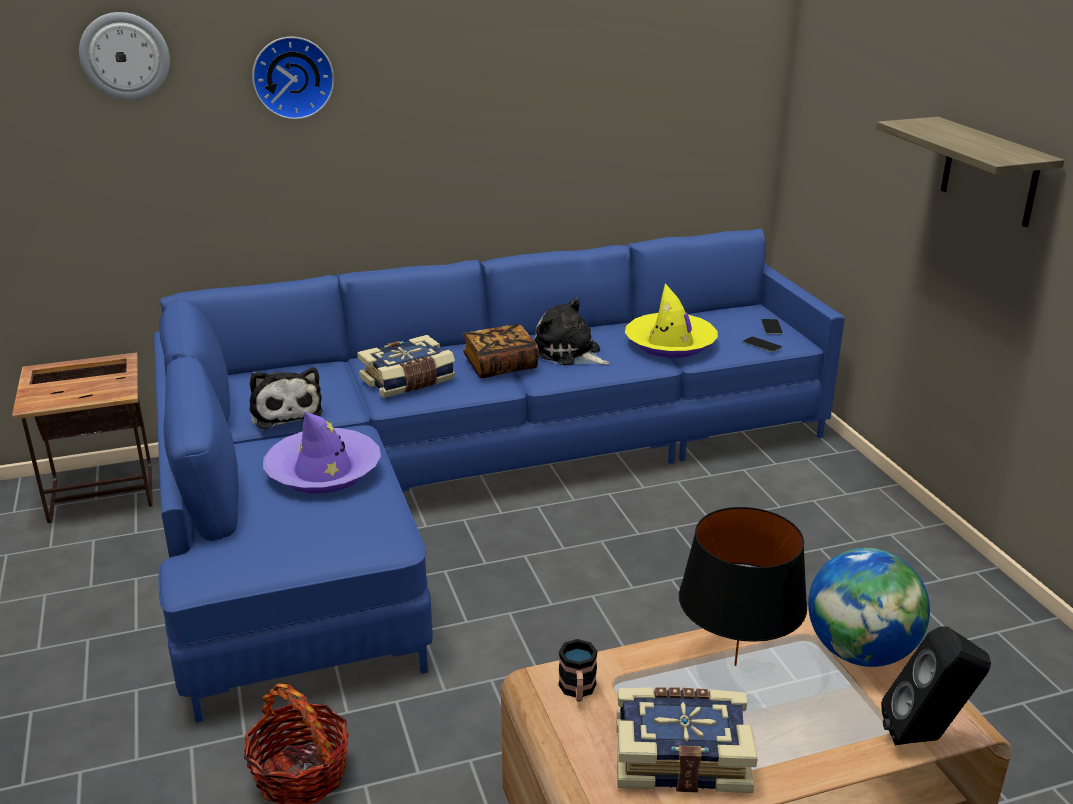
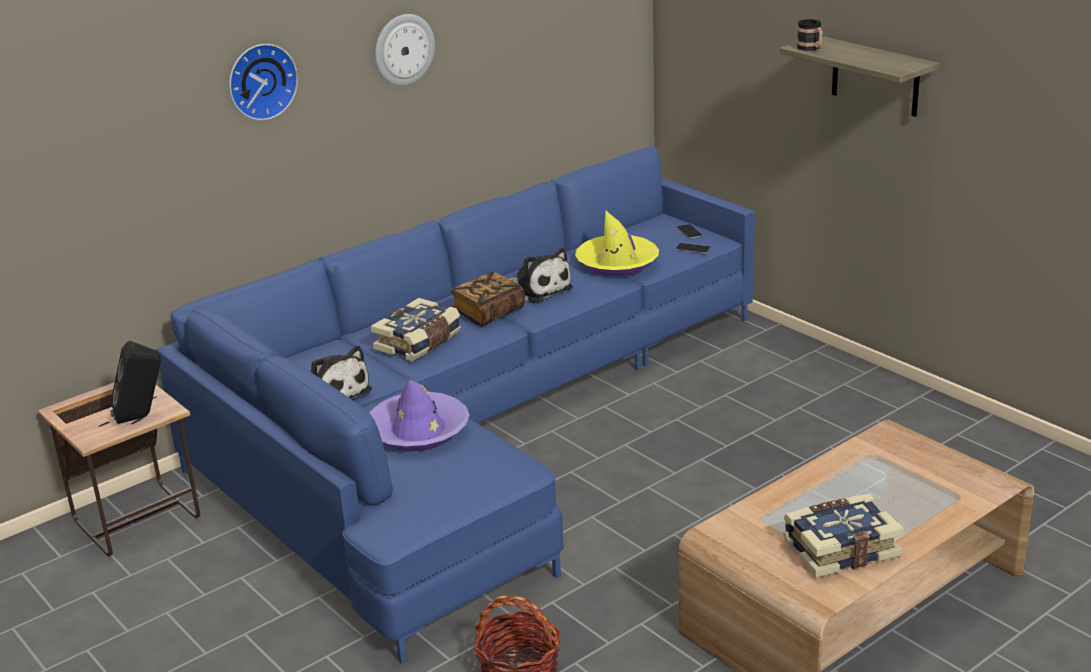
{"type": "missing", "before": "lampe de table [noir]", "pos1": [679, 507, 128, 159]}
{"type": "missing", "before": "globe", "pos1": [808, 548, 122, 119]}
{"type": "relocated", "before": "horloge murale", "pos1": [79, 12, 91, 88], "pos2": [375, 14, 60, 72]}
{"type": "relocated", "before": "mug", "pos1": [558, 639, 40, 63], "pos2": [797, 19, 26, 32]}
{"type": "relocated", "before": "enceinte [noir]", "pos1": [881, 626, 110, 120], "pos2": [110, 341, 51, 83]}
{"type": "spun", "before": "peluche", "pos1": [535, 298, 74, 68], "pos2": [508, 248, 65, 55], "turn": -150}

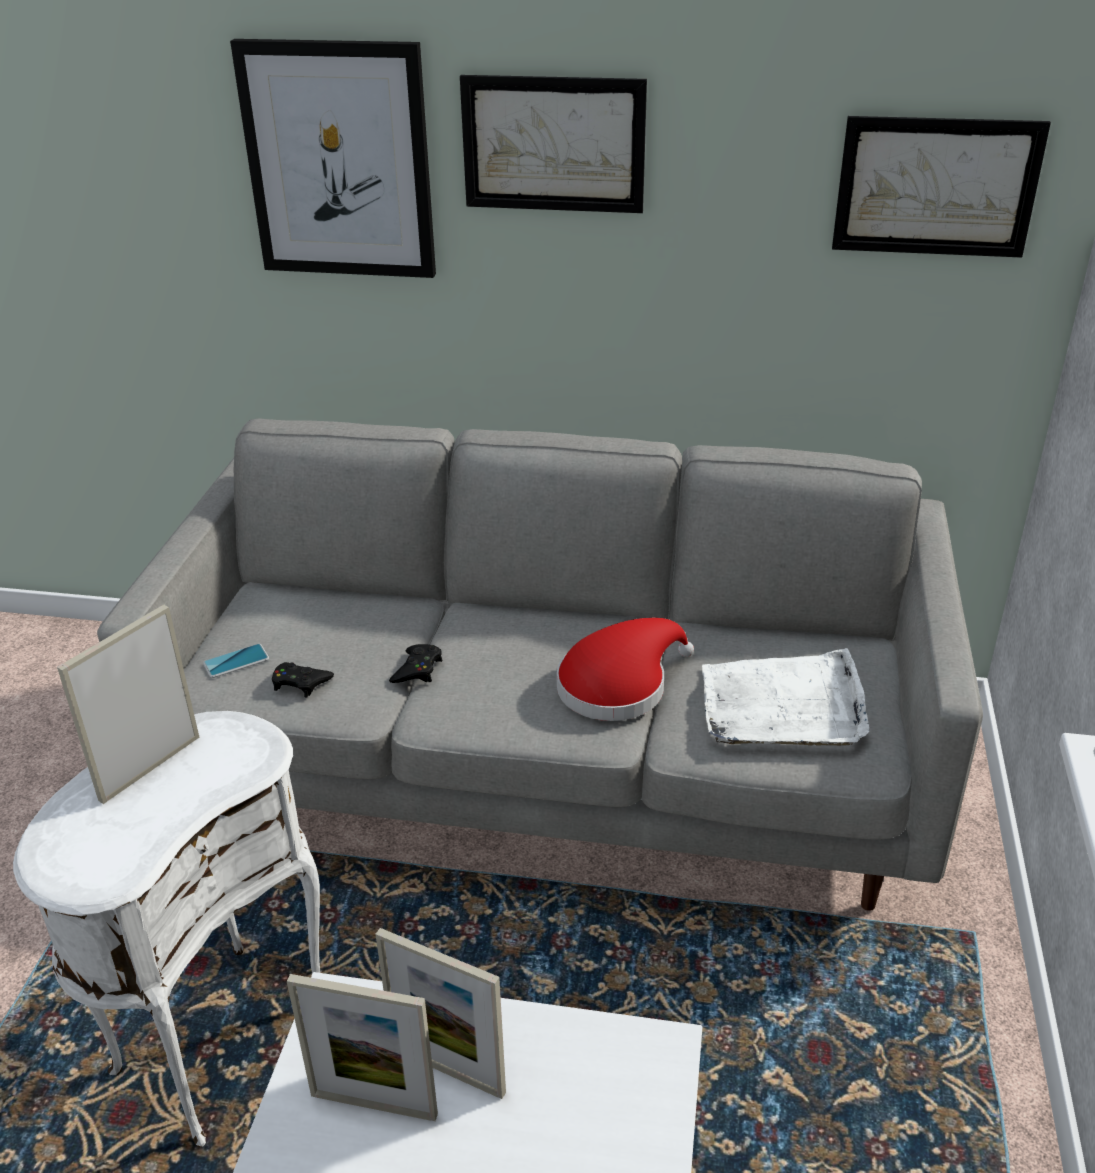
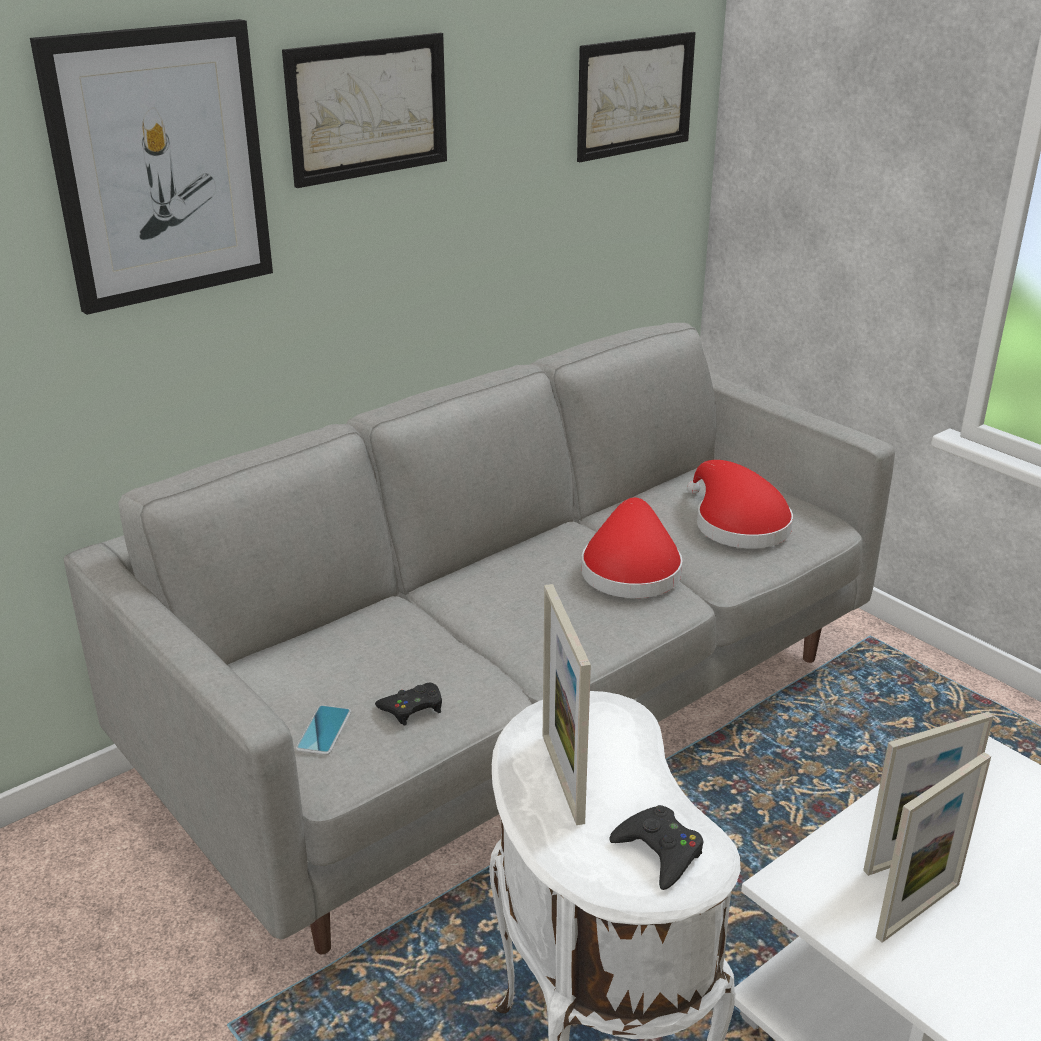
{"type": "relocated", "before": "manette [noir]", "pos1": [389, 644, 53, 39], "pos2": [609, 805, 94, 85]}
{"type": "exchanged", "before": "plateau [blanc]", "after": "chapeau [rouge]", "pos1": [702, 648, 167, 98], "pos2": [687, 460, 106, 88]}

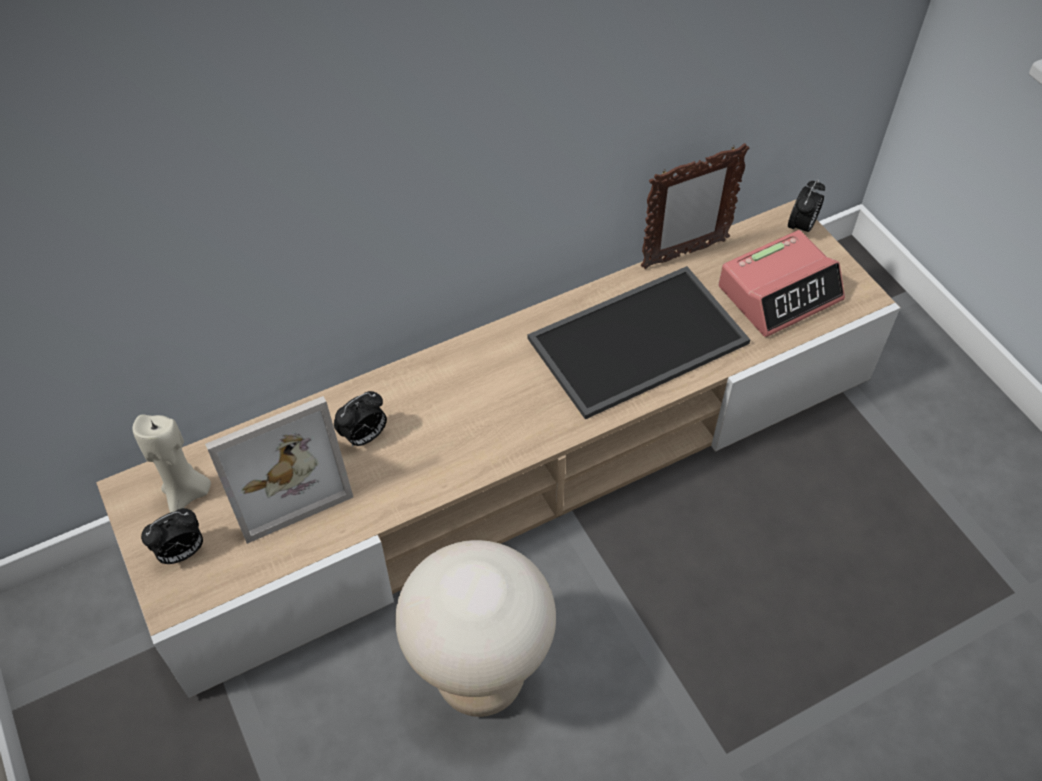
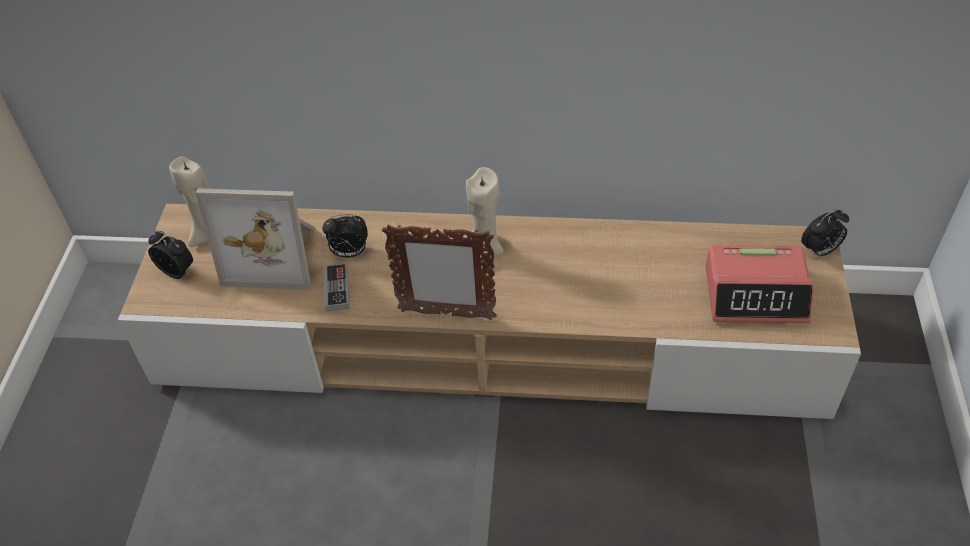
{"type": "missing", "before": "tabouret [beige]", "pos1": [395, 540, 161, 177]}
{"type": "missing", "before": "plateau", "pos1": [528, 266, 222, 154]}
{"type": "appeared", "after": "manette", "pos2": [323, 263, 26, 49]}
{"type": "appeared", "after": "bougie [beige]", "pos2": [466, 167, 38, 100]}
{"type": "relocated", "before": "cadre photo", "pos1": [641, 143, 108, 126], "pos2": [382, 225, 115, 95]}
{"type": "spun", "before": "réveil", "pos1": [141, 508, 62, 56], "pos2": [148, 230, 45, 49], "turn": -150}

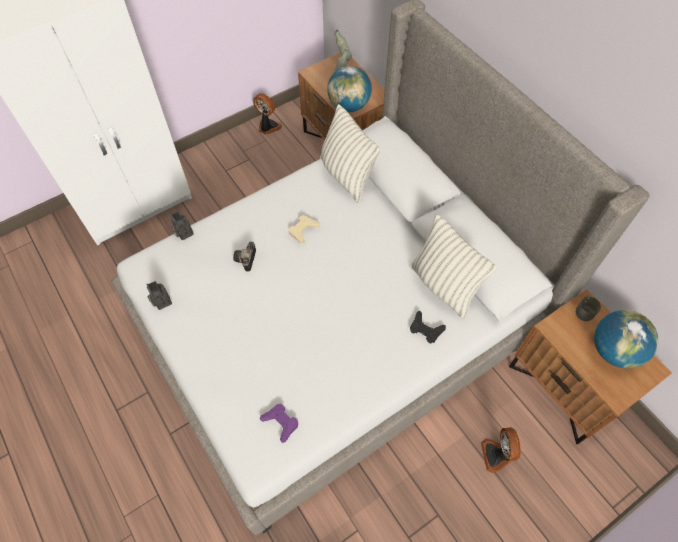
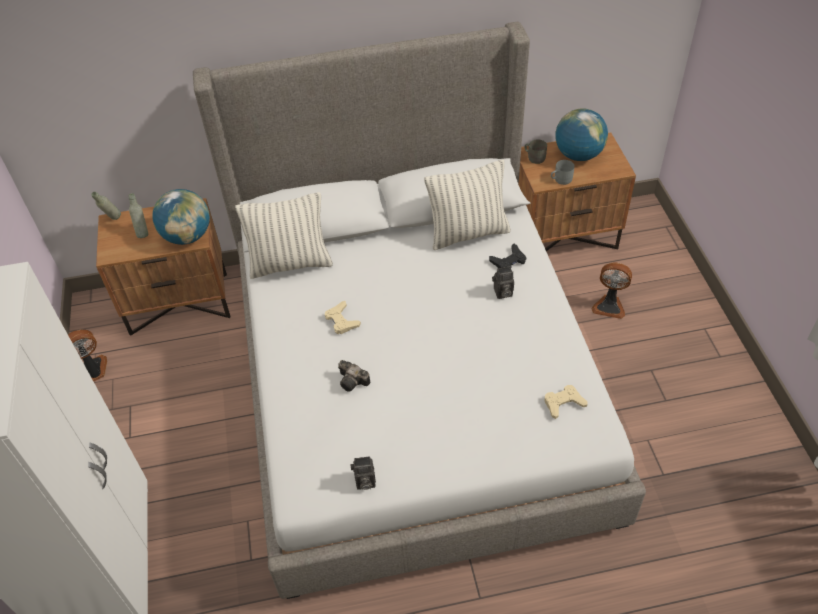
{"type": "appeared", "after": "mug [gris]", "pos2": [551, 160, 24, 25]}
{"type": "relocated", "before": "appareil photo", "pos1": [170, 212, 24, 28], "pos2": [492, 266, 22, 33]}
{"type": "colour", "before": "manette [violet]", "after": "manette [beige]", "pos1": [260, 403, 38, 40], "pos2": [545, 385, 43, 34]}

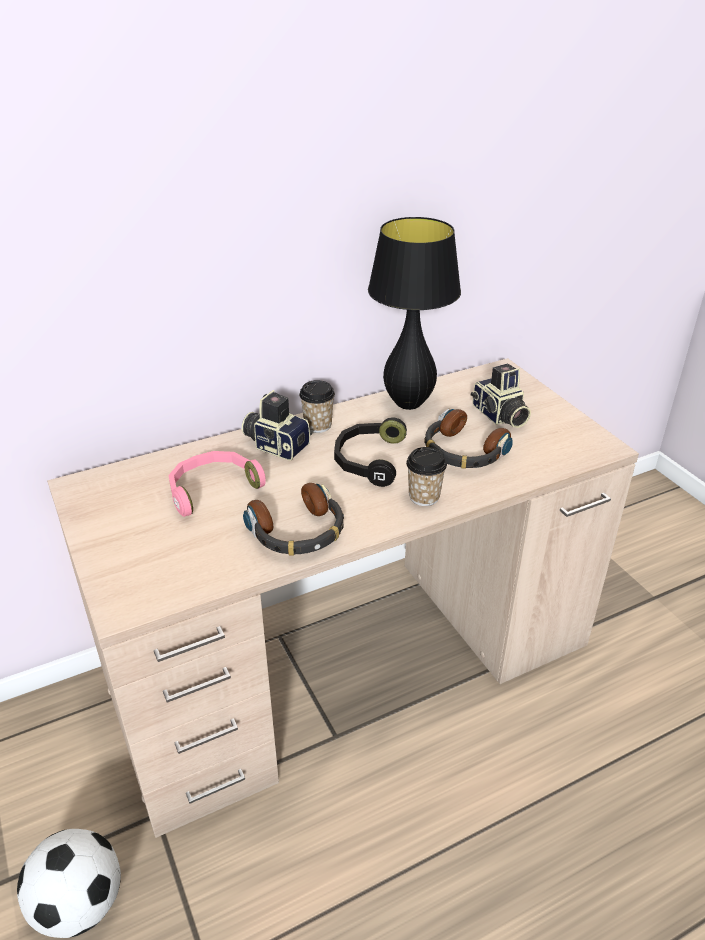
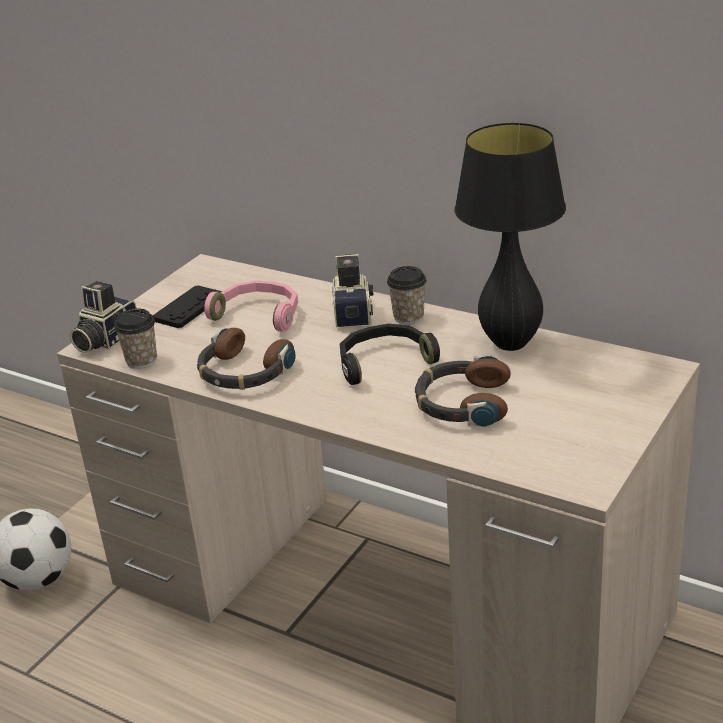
{"type": "appeared", "after": "manette [noir]", "pos2": [152, 285, 70, 43]}
{"type": "relocated", "before": "tasse", "pos1": [406, 447, 41, 59], "pos2": [114, 308, 43, 61]}
{"type": "relocated", "before": "appareil photo", "pos1": [471, 363, 60, 65], "pos2": [70, 281, 67, 72]}

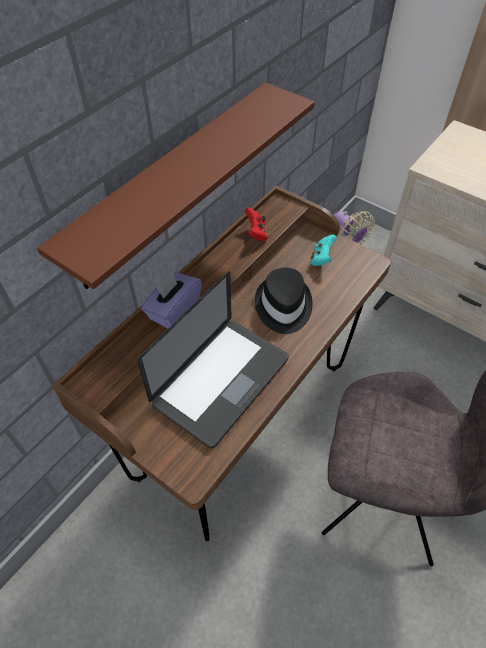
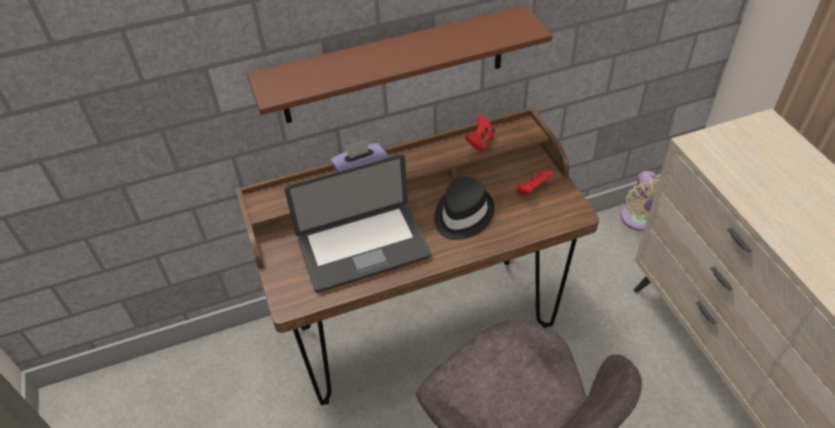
{"type": "colour", "before": "manette [turquoise]", "after": "manette [rouge]", "pos1": [310, 234, 26, 32], "pos2": [516, 171, 37, 24]}

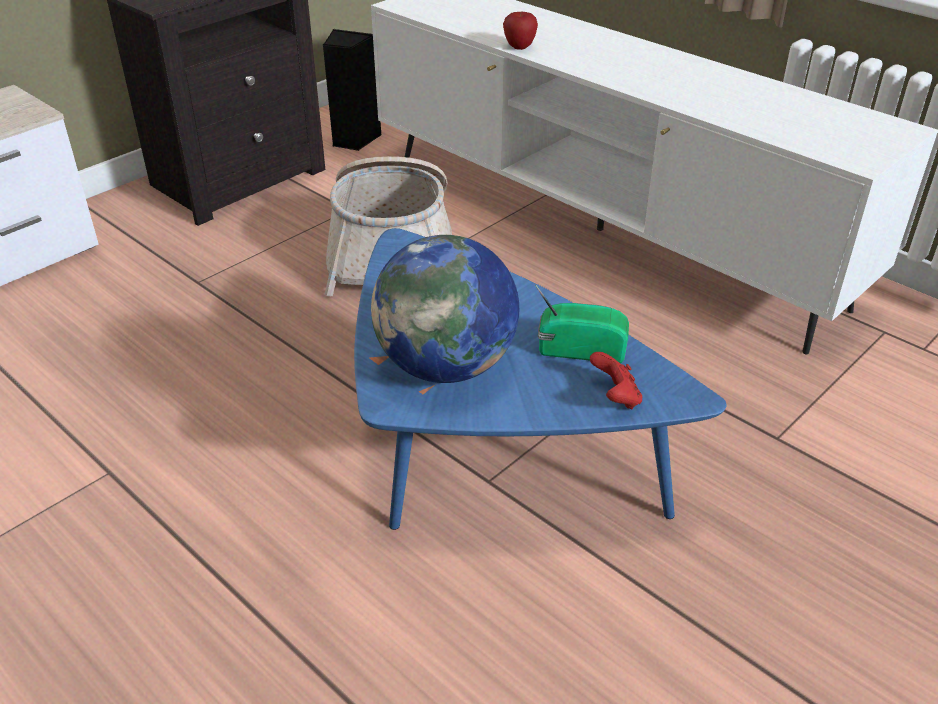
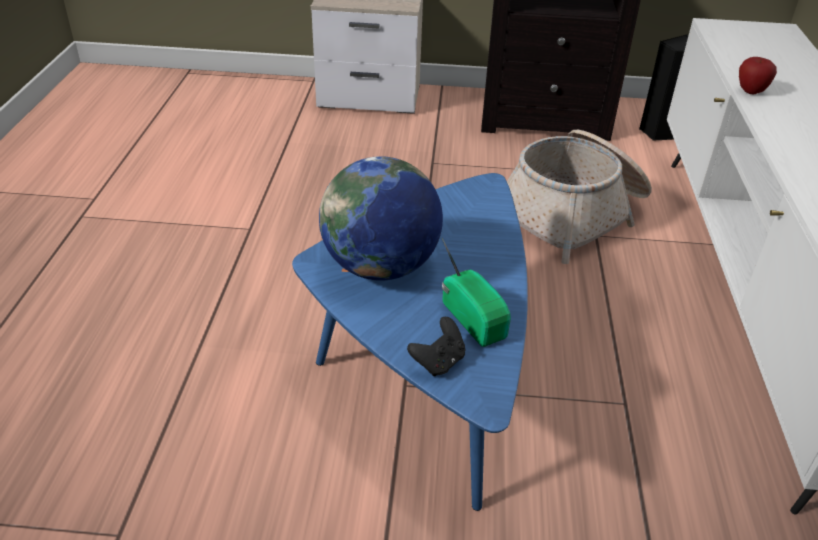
{"type": "colour", "before": "manette [rouge]", "after": "manette [noir]", "pos1": [590, 352, 52, 57], "pos2": [407, 317, 58, 60]}

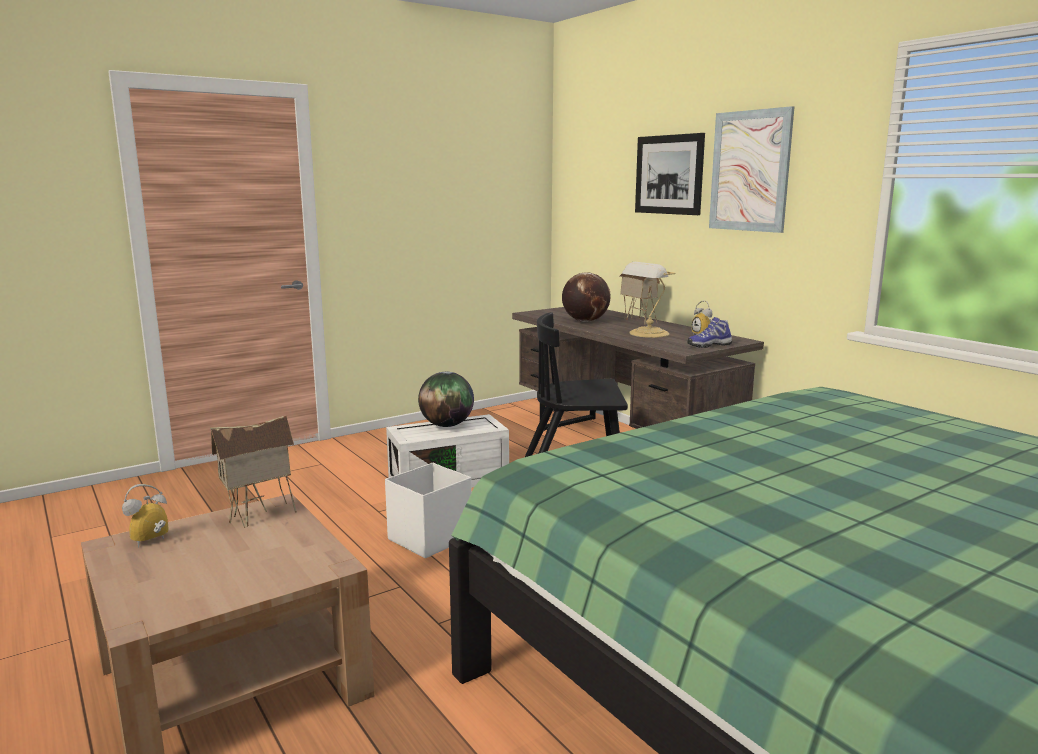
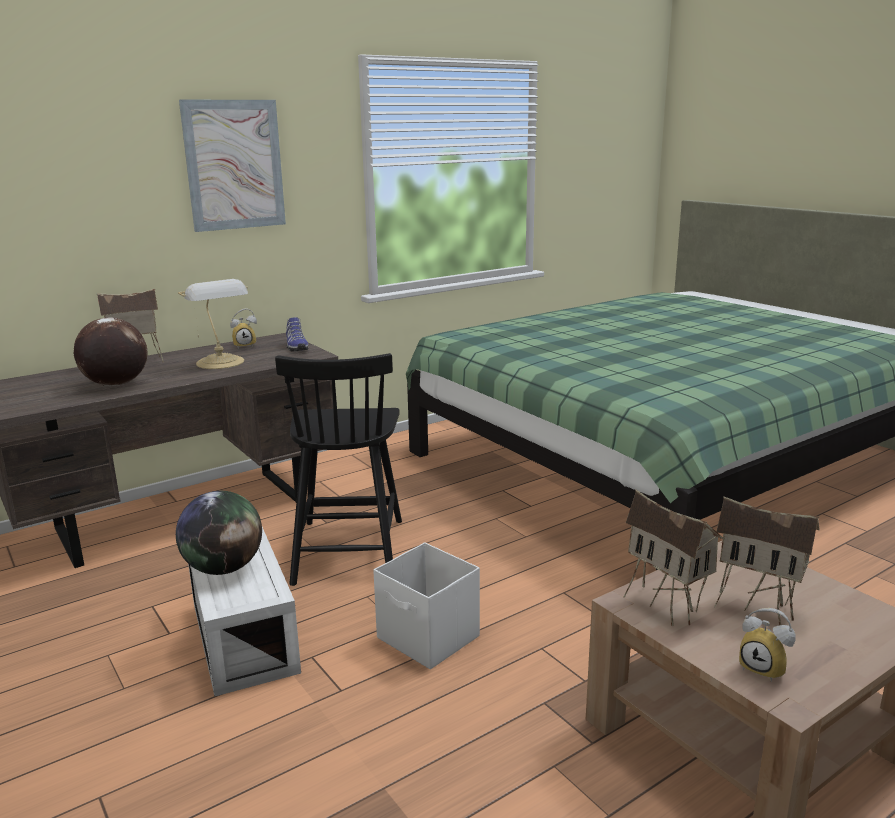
{"type": "missing", "before": "tableau", "pos1": [635, 133, 70, 82]}
{"type": "appeared", "after": "maison miniature", "pos2": [714, 497, 106, 128]}

